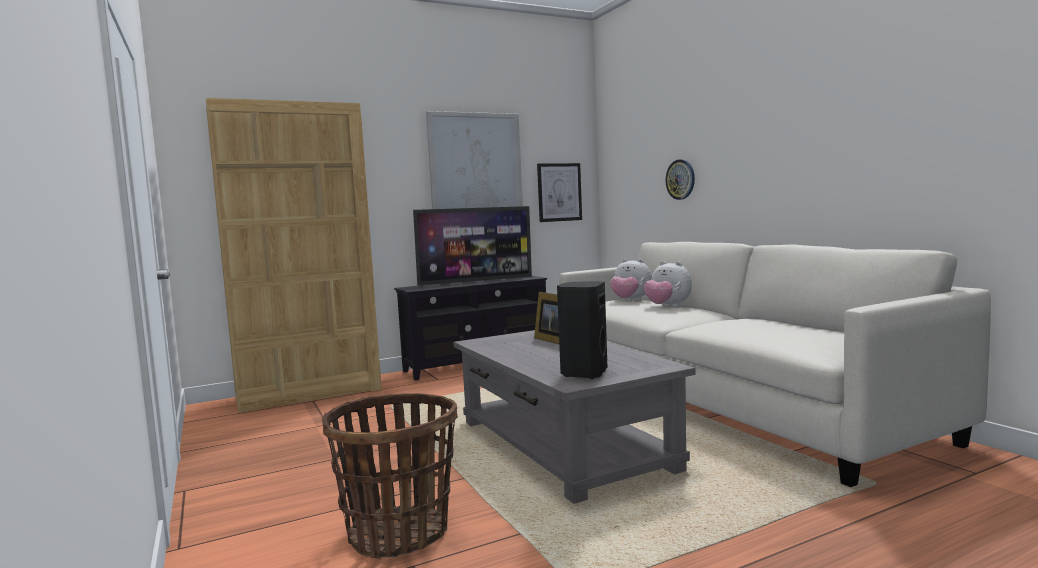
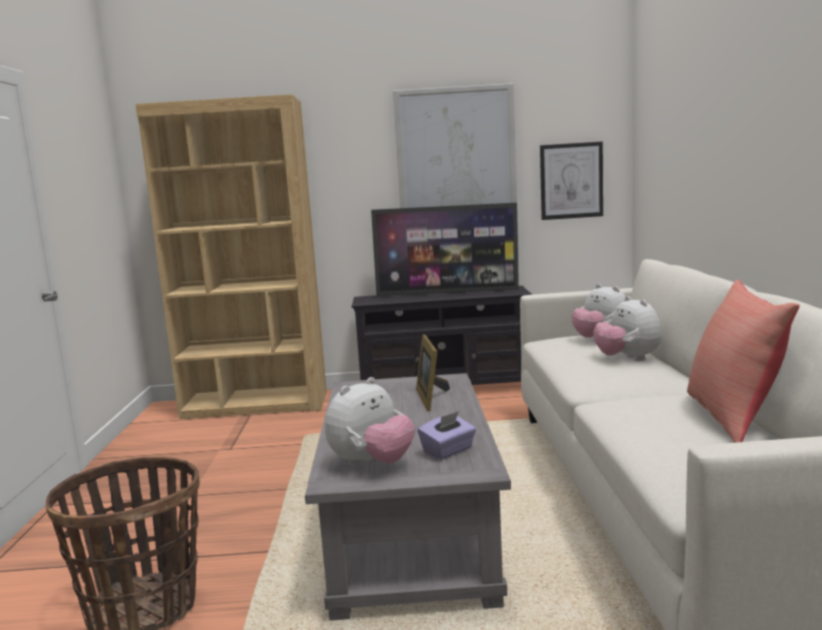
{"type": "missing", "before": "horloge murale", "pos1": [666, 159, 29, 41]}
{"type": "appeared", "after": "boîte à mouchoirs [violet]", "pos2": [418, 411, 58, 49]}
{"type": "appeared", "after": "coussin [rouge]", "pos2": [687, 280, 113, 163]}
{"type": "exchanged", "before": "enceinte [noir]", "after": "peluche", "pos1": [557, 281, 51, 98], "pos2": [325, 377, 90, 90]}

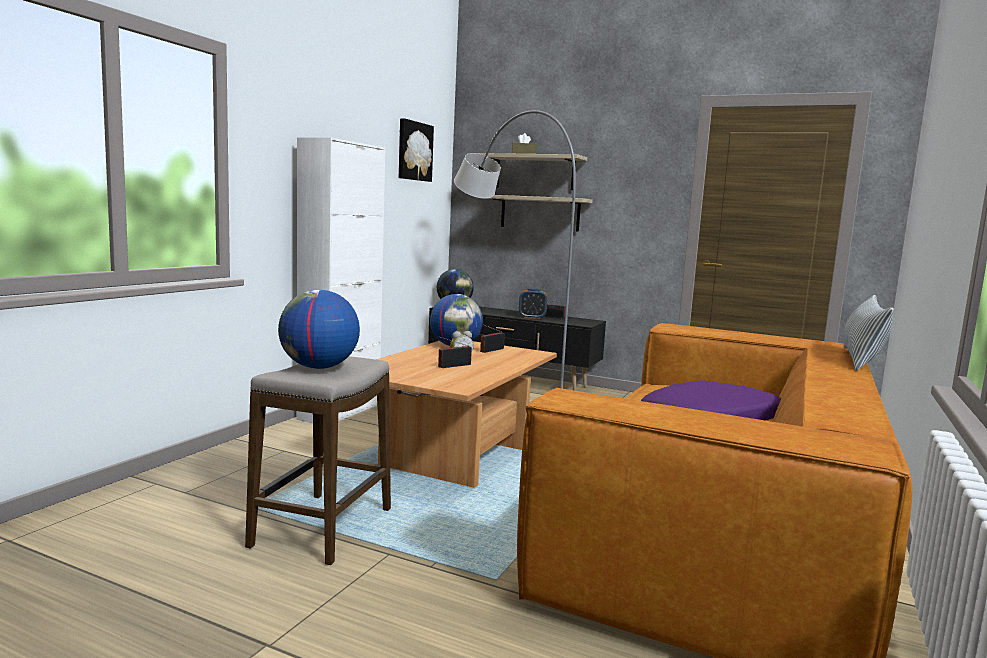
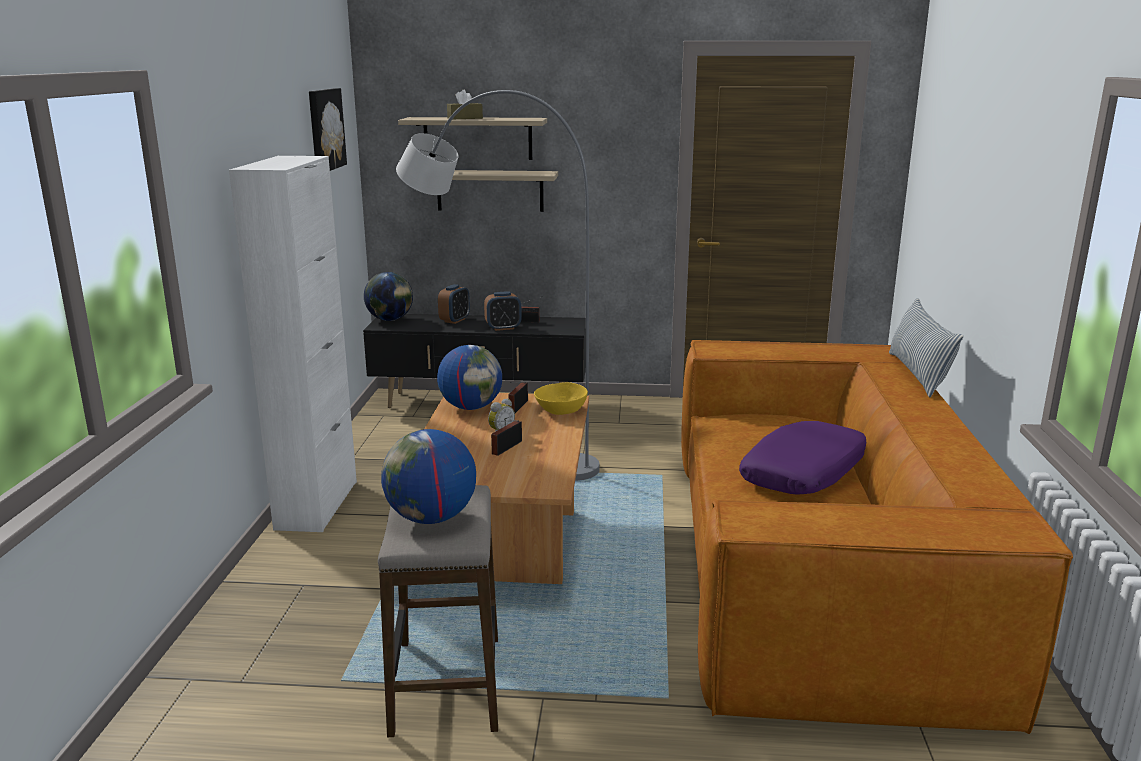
{"type": "appeared", "after": "réveil", "pos2": [438, 284, 32, 40]}
{"type": "appeared", "after": "bol [jaune]", "pos2": [534, 382, 54, 33]}

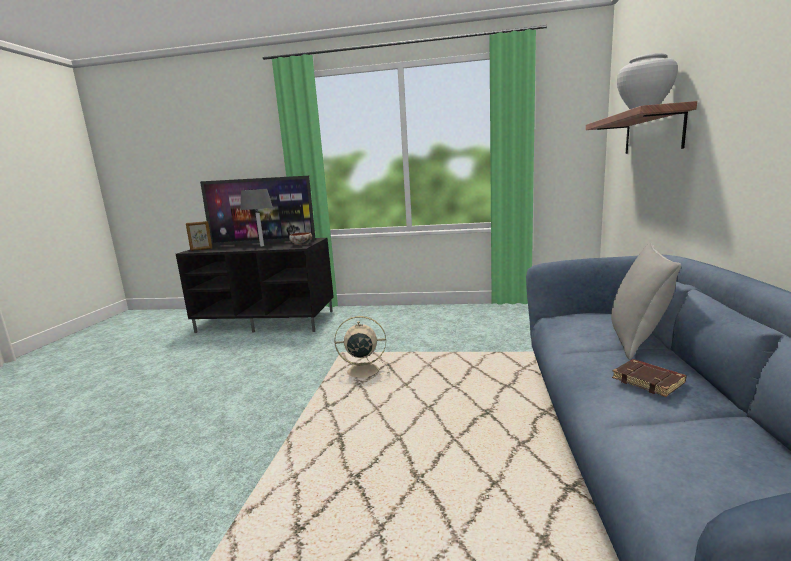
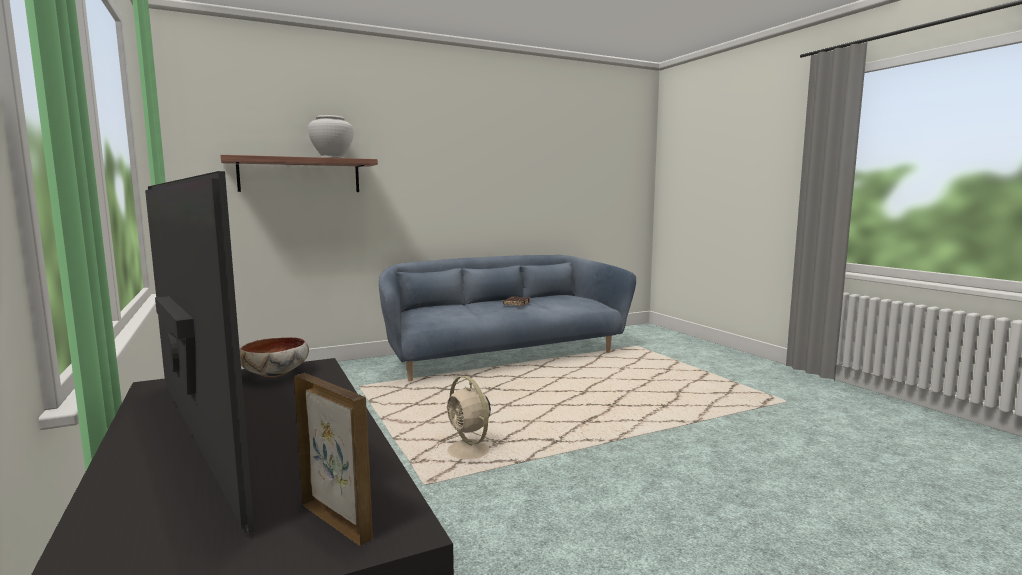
{"type": "missing", "before": "lampe de table [gris]", "pos1": [240, 189, 33, 58]}
{"type": "missing", "before": "coussin [gris]", "pos1": [611, 243, 70, 117]}

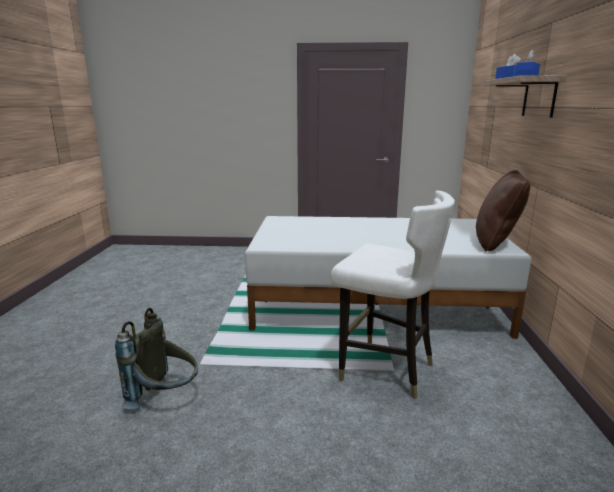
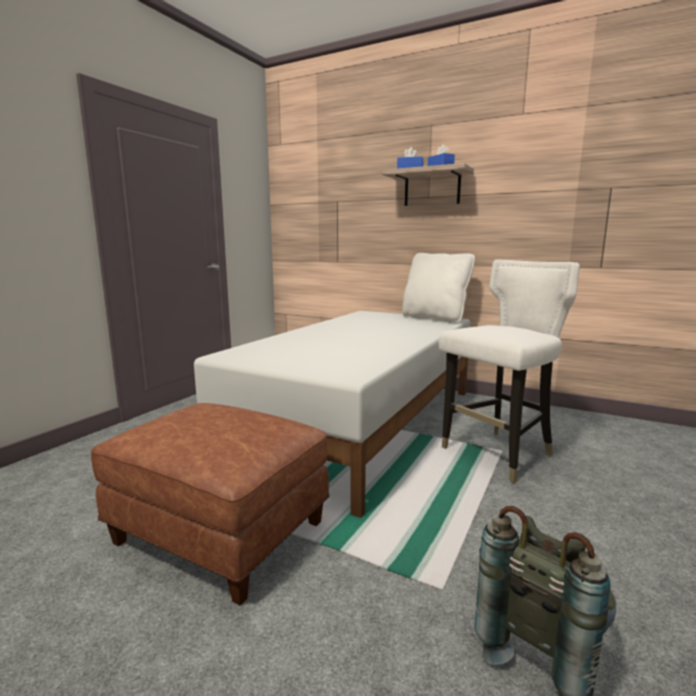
{"type": "appeared", "after": "pouf [marron]", "pos2": [91, 403, 239, 203]}
{"type": "colour", "before": "coussin [marron]", "after": "coussin [blanc]", "pos1": [476, 170, 54, 81], "pos2": [402, 253, 73, 70]}

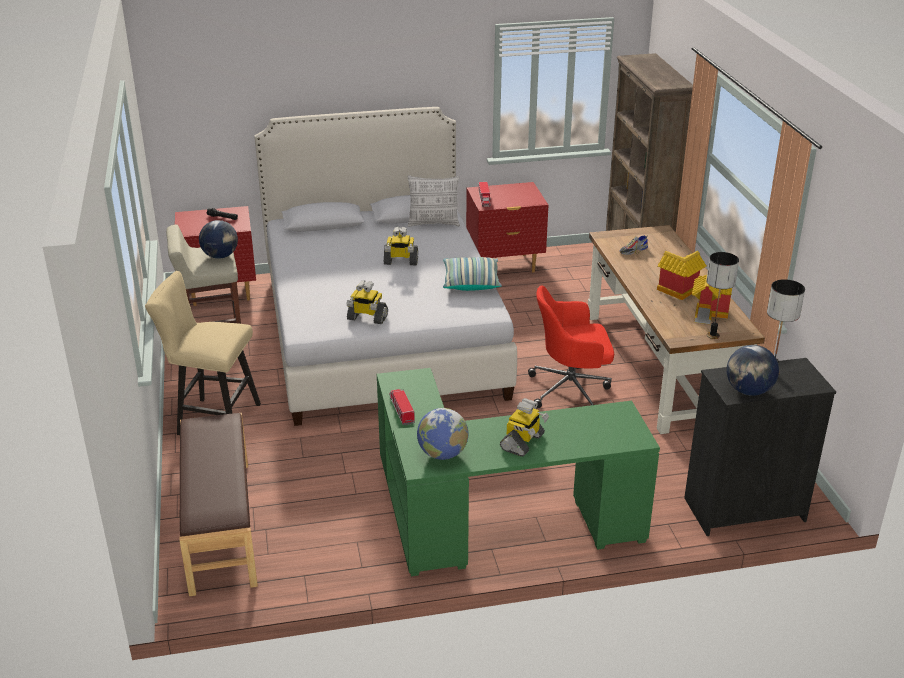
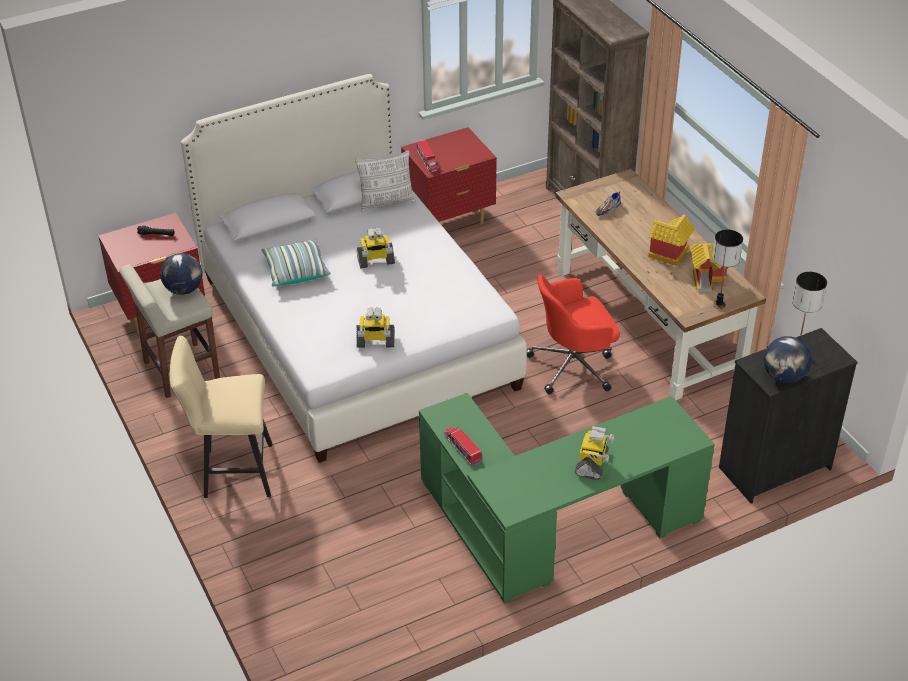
{"type": "missing", "before": "banc [marron]", "pos1": [179, 413, 79, 183]}
{"type": "missing", "before": "globe", "pos1": [417, 408, 51, 52]}
{"type": "relocated", "before": "coussin", "pos1": [443, 257, 59, 34], "pos2": [261, 239, 70, 48]}

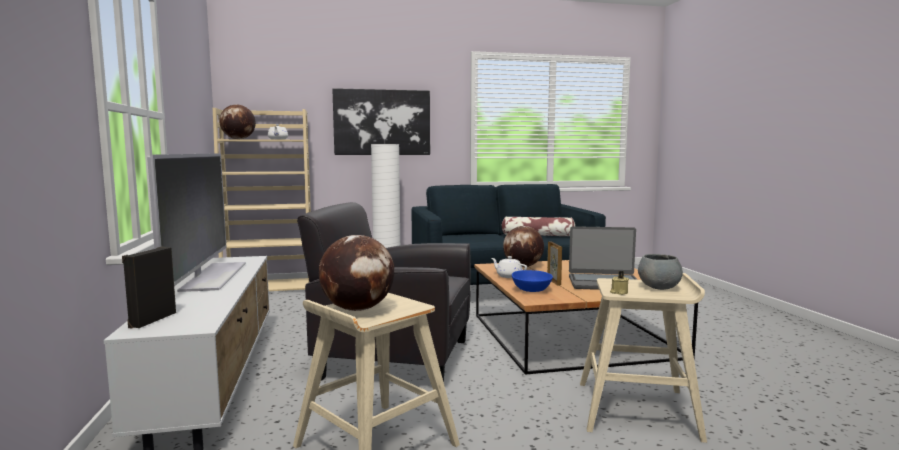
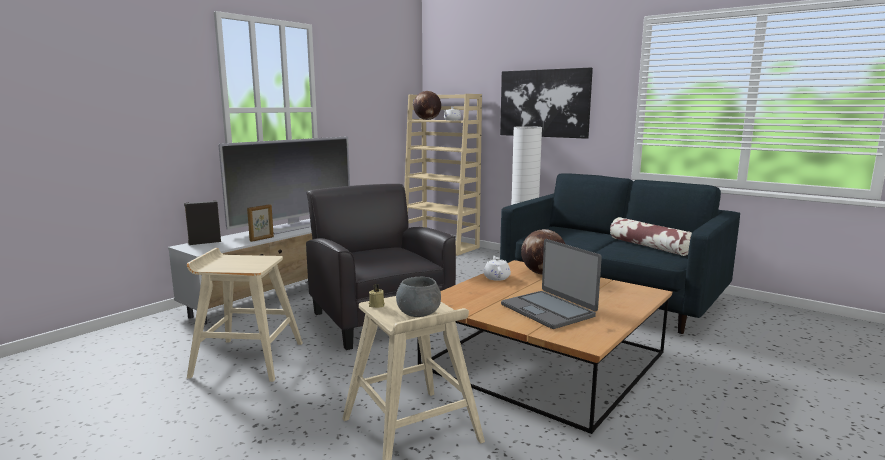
{"type": "missing", "before": "globe", "pos1": [319, 235, 75, 76]}
{"type": "missing", "before": "bol [bleu]", "pos1": [512, 270, 41, 22]}
{"type": "relocated", "before": "cadre photo", "pos1": [547, 241, 15, 45], "pos2": [247, 204, 27, 38]}

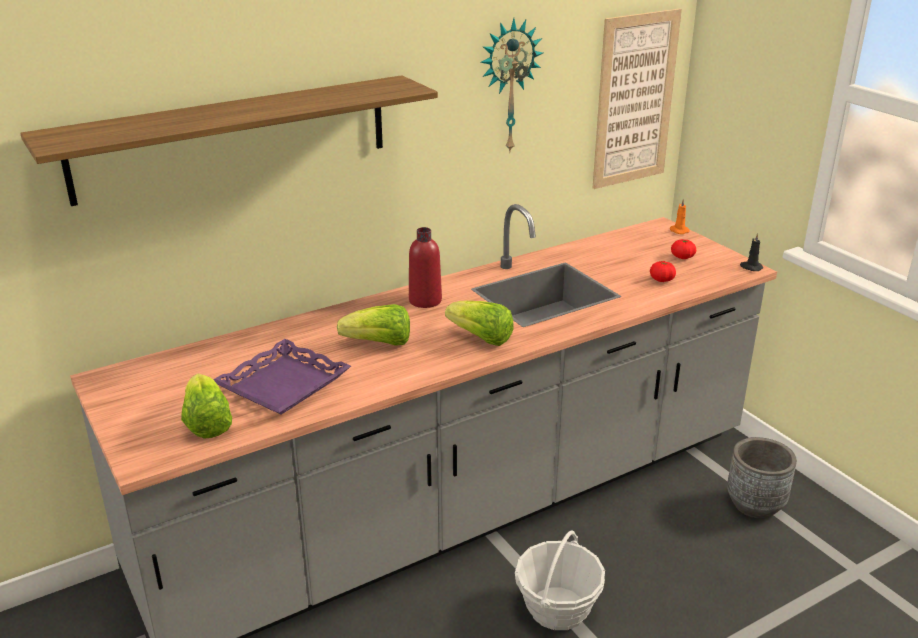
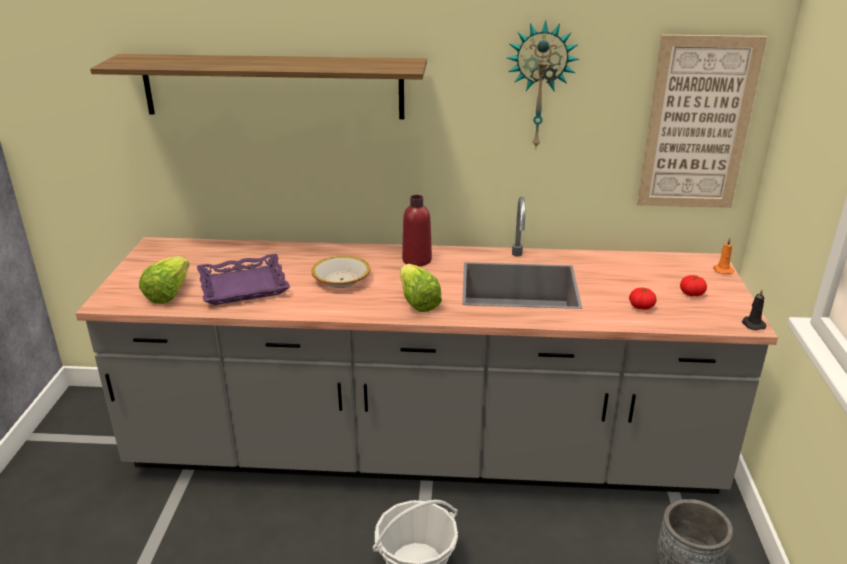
{"type": "exchanged", "before": "laitue", "after": "bol", "pos1": [337, 304, 73, 42], "pos2": [311, 256, 59, 32]}

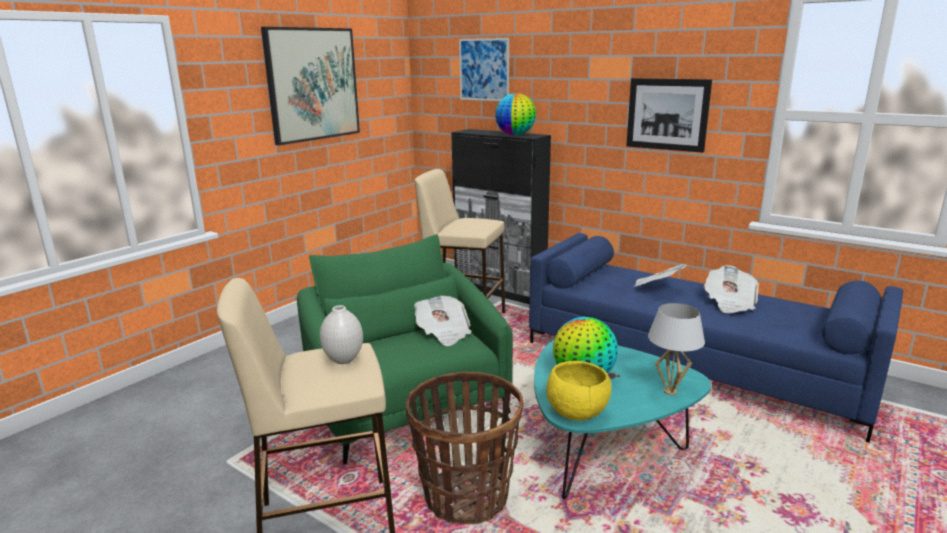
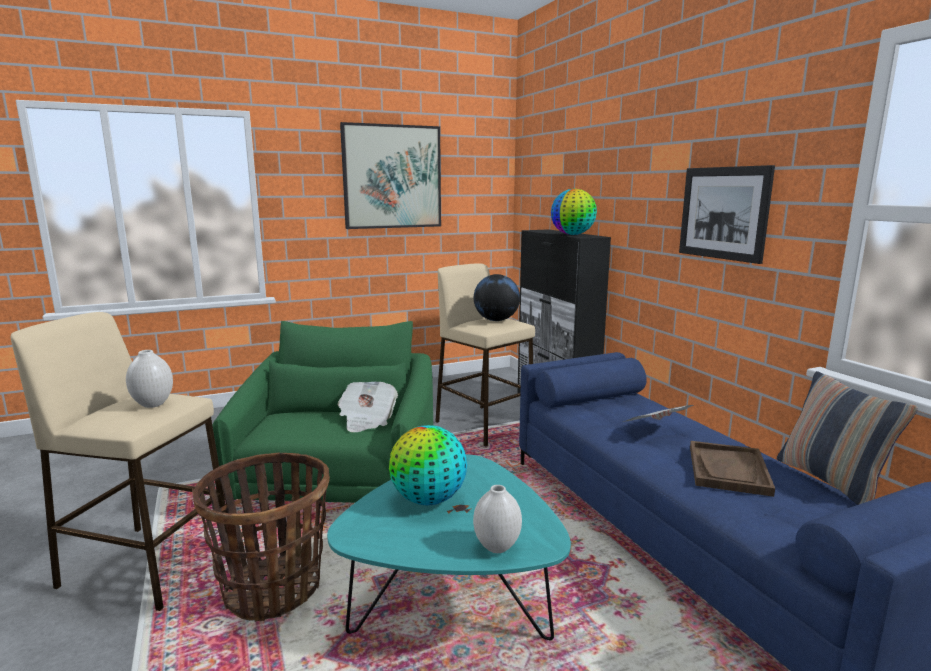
{"type": "missing", "before": "tableau", "pos1": [459, 38, 50, 63]}
{"type": "missing", "before": "bol [jaune]", "pos1": [546, 361, 65, 59]}
{"type": "appeared", "after": "globe", "pos2": [474, 274, 46, 47]}
{"type": "appeared", "after": "coussin", "pos2": [777, 371, 141, 134]}
{"type": "exchanged", "before": "lampe de table [blanc]", "after": "vase [blanc]", "pos1": [648, 303, 57, 92], "pos2": [473, 485, 49, 68]}
{"type": "exchanged", "before": "journal", "after": "plateau [marron]", "pos1": [704, 265, 55, 49], "pos2": [690, 441, 85, 56]}

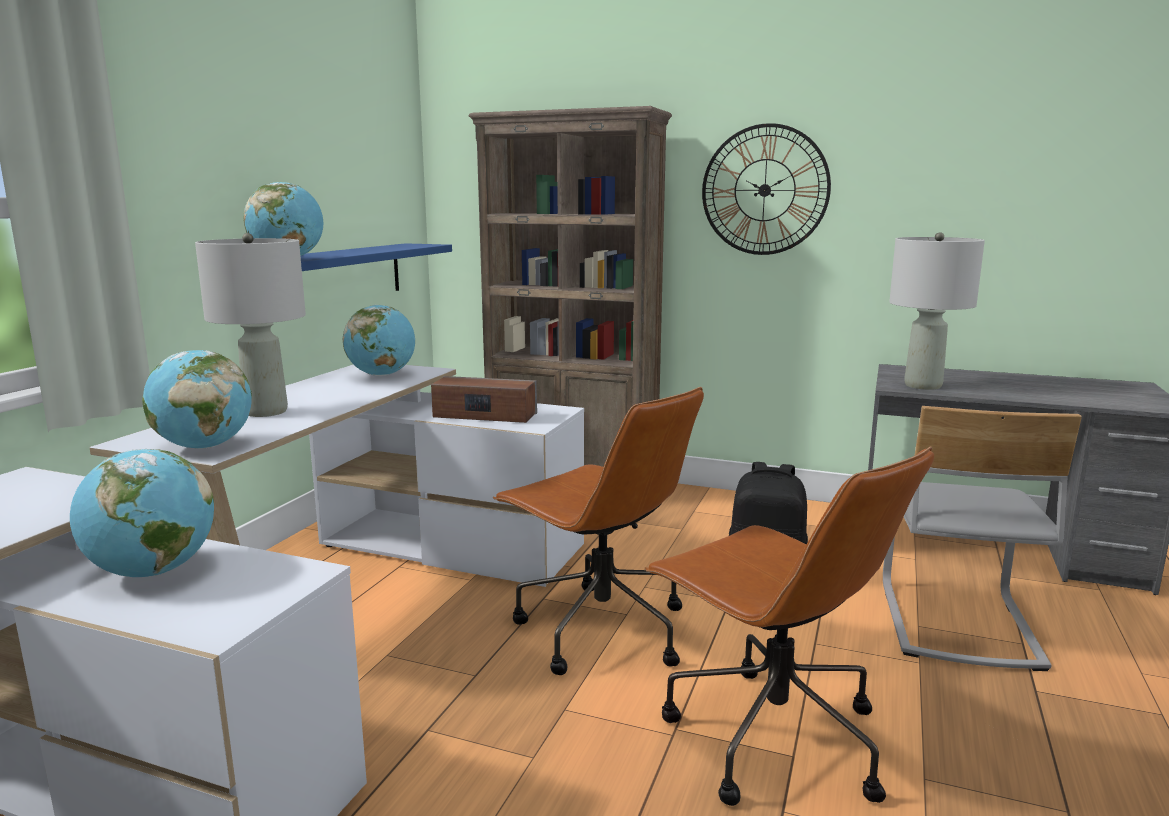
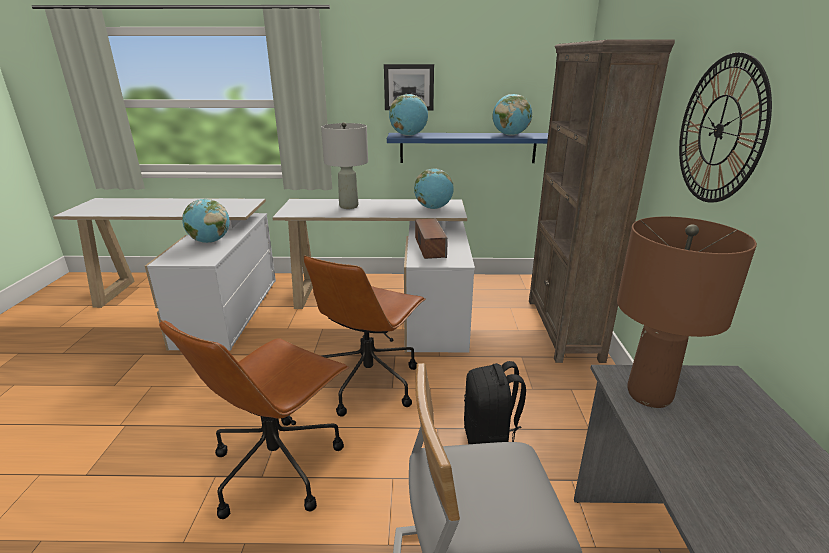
{"type": "appeared", "after": "tableau", "pos2": [384, 64, 50, 46]}
{"type": "relocated", "before": "globe", "pos1": [142, 350, 110, 99], "pos2": [492, 94, 40, 42]}
{"type": "colour", "before": "lampe de table [gris]", "after": "lampe de table [marron]", "pos1": [889, 232, 96, 158], "pos2": [617, 217, 140, 191]}

